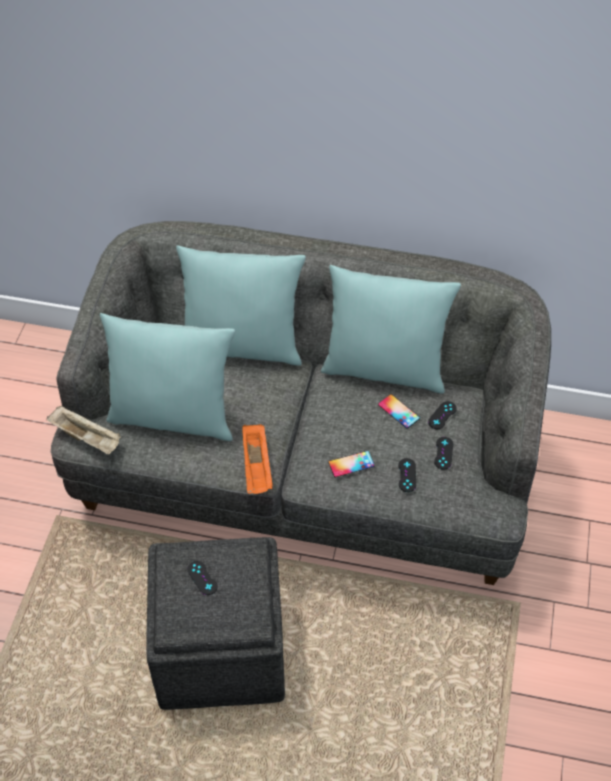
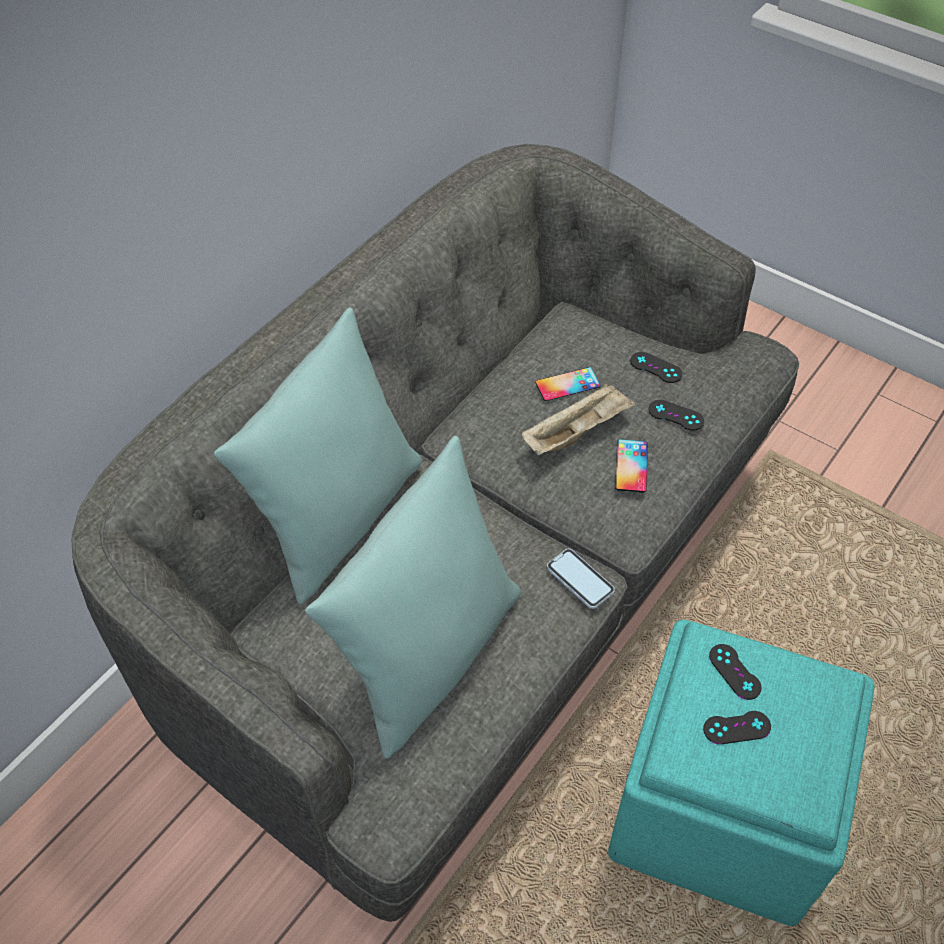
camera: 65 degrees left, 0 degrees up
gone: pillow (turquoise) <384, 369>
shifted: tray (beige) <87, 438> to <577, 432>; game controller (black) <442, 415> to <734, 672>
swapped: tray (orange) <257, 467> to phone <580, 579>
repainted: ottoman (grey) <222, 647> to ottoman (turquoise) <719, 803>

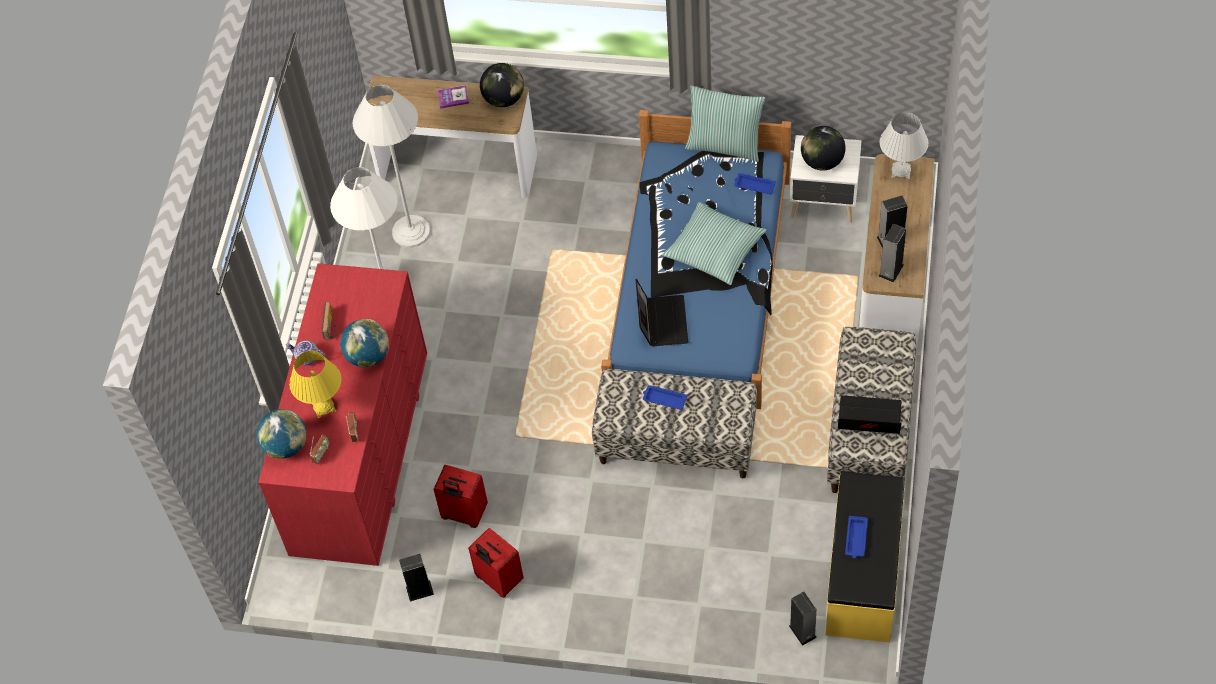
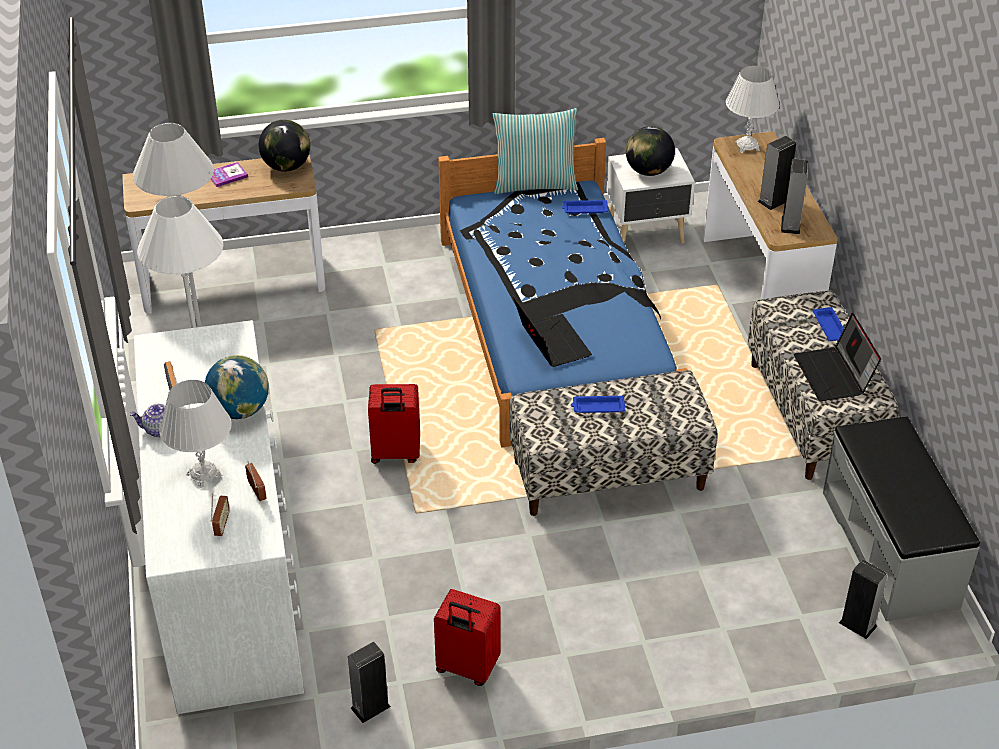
camera: 25 degrees left, 15 degrees down
gone: globe <286, 446>; pillow <714, 250>
shifted: suitcase (red) <464, 514> to <395, 454>; tray (blue) <856, 539> to <830, 328>
repainted: dresser (red) <360, 451> to dresser (white) <228, 574>; table lamp (yellow) <324, 407> to table lamp (white) <204, 475>; bench (yellow) <864, 574> to bench (grey) <890, 548>
rotated: laptop <868, 420> = <834, 375> 90 degrees counterclockwise

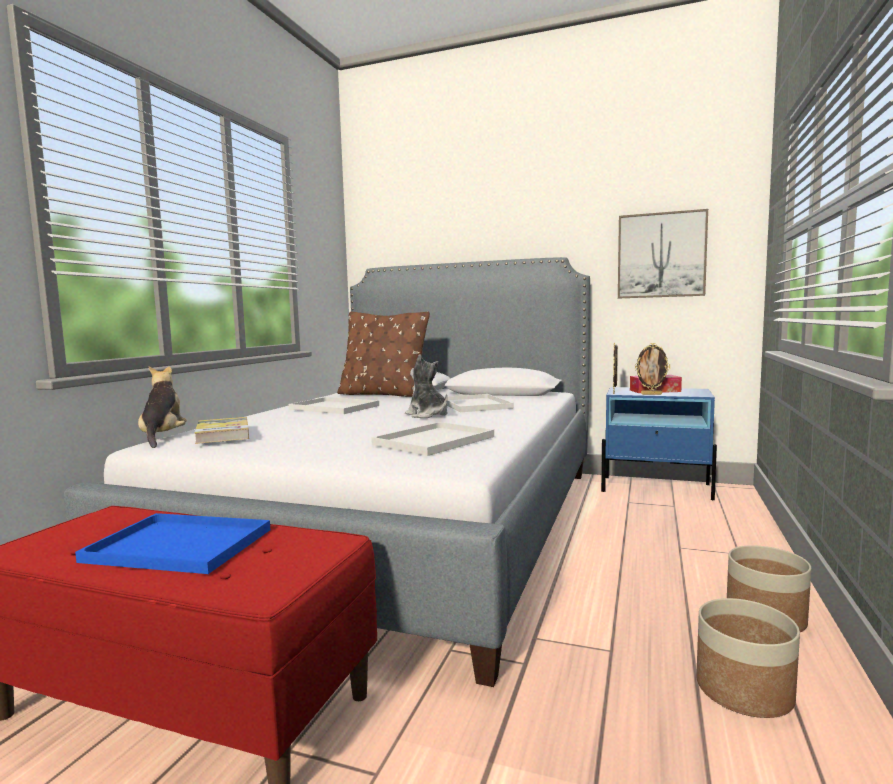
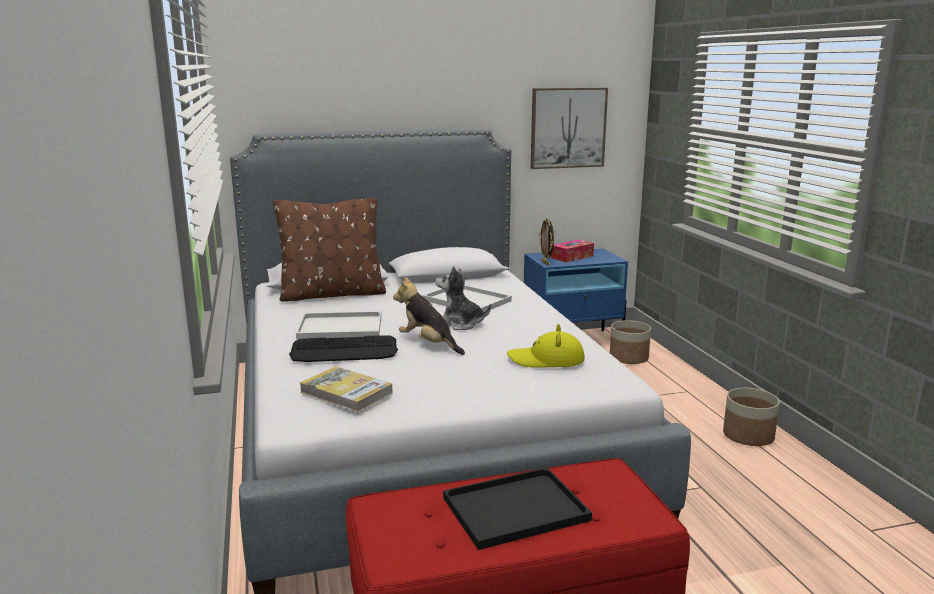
camera: 35 degrees left, 10 degrees up
gone: picture frame <651, 394>
new: keyboard <344, 351>
shifted: plush toy <163, 437> to <428, 344>; planter <743, 690> to <628, 357>
swapped: tray (white) <433, 441> to hat (yellow) <546, 360>
repainted: tray (blue) <175, 545> to tray (black) <513, 510>

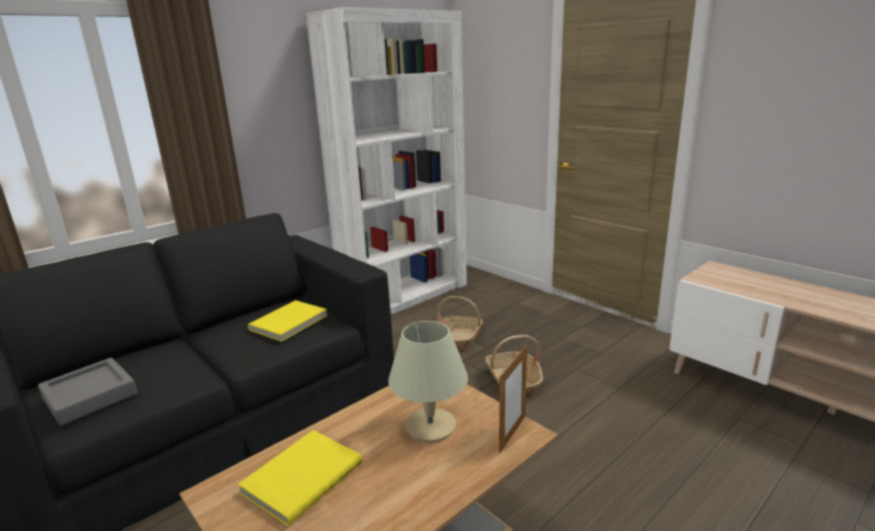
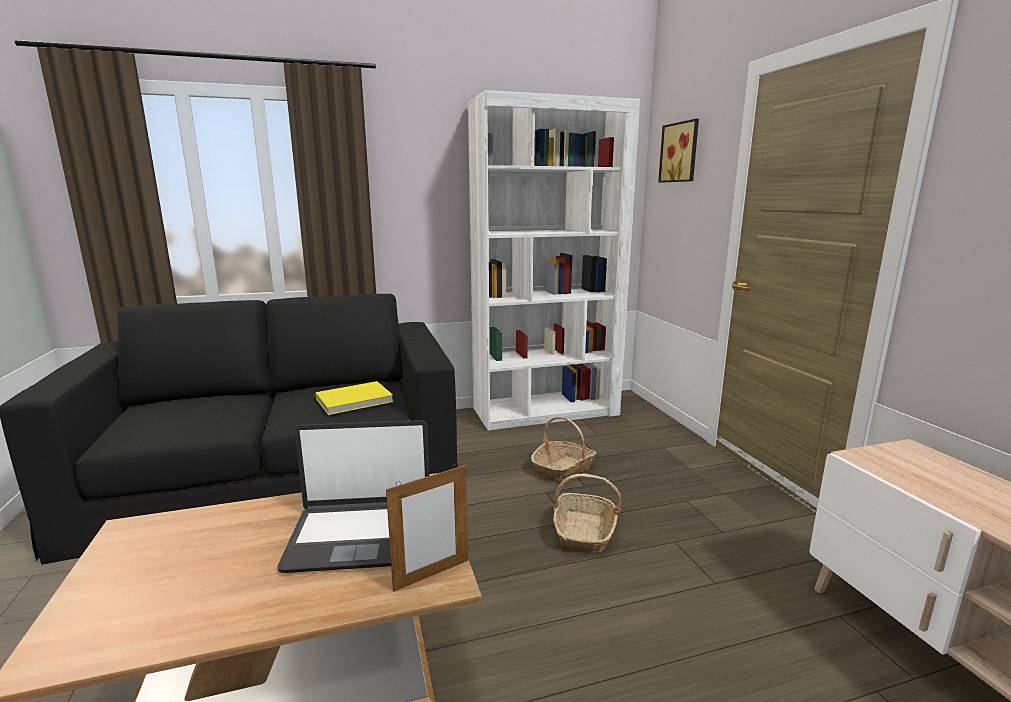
camera: 25 degrees right, 5 degrees down
gone: tray (grey) <90, 396>; book (yellow) <301, 477>
new: picture <681, 152>
swapped: table lamp (beige) <431, 426> to laptop <362, 535>

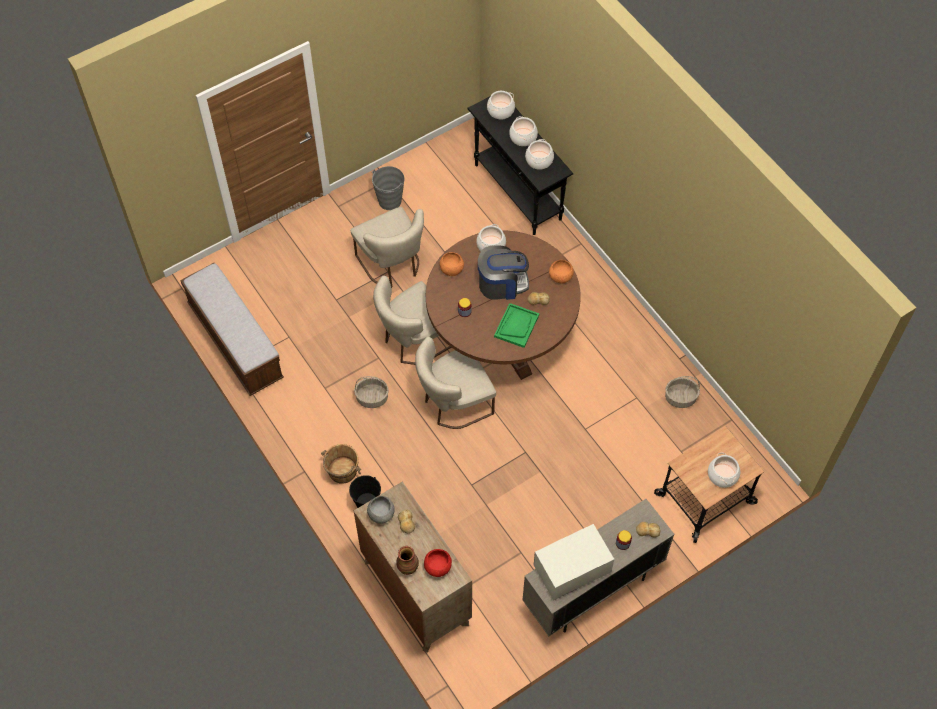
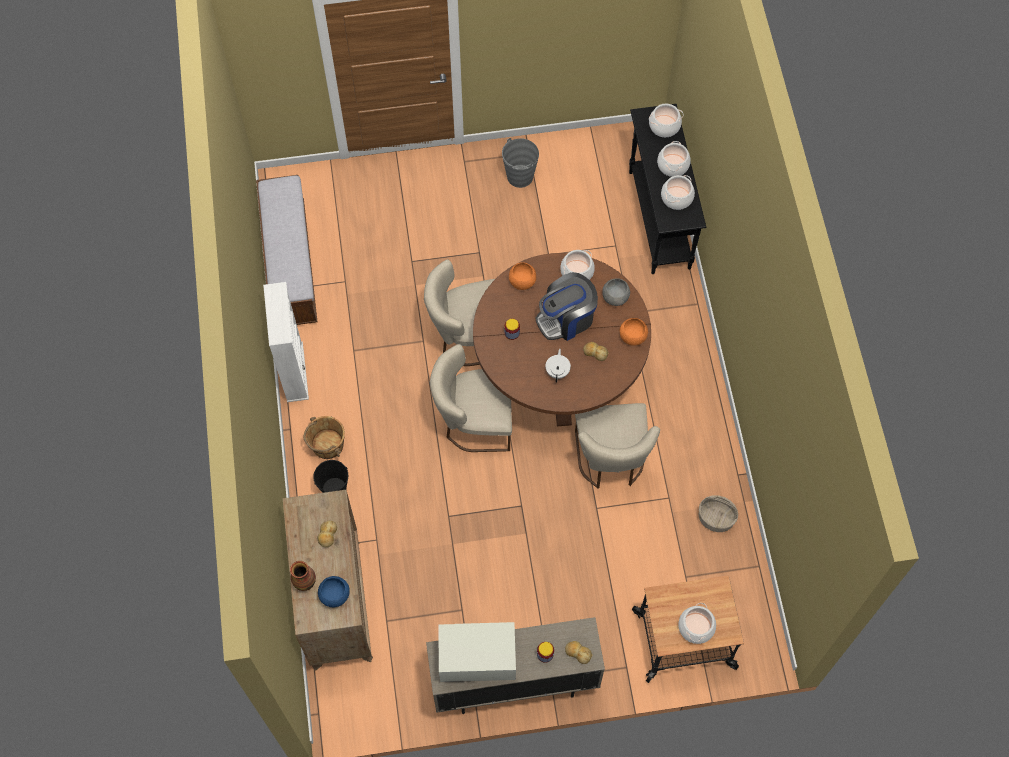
camera: 25 degrees right, 5 degrees up
gone: basket <372, 398>
new: bookcase (white) <294, 372>
shifted: chair (beige) <392, 265> to <611, 461>; bowl (grey) <381, 514> to <615, 297>
swapped: tray (green) <516, 326> to teapot (white) <557, 371>
repainted: bowl (red) <437, 567> to bowl (blue) <334, 595>
rotated: coffee machine <502, 284> = <566, 319> 135 degrees clockwise

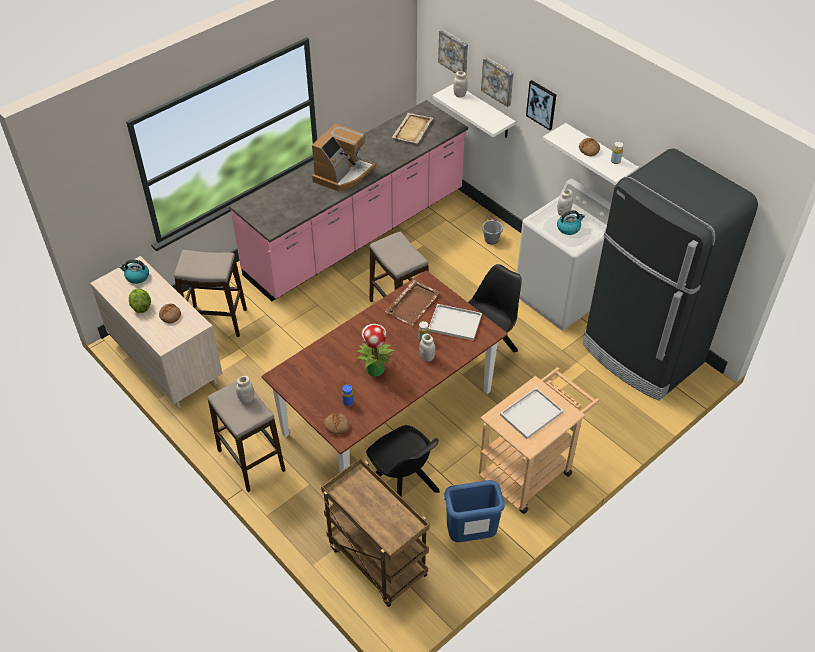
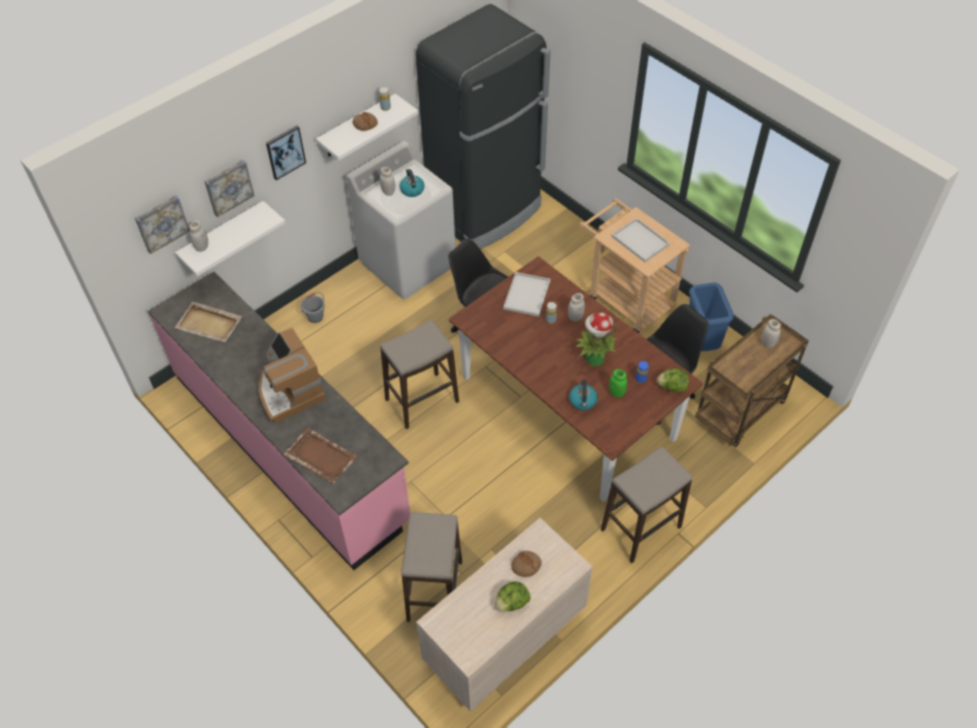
camera: 90 degrees left, 5 degrees up
new: jar (green) <616, 392>
shifted: kettle <137, 277> to <583, 401>; jar (white) <246, 399> to <768, 343>; tray (brown) <413, 303> to <320, 456>
swapped: bread <336, 426> to lettuce <672, 387>
rotated: coffee machine <343, 174> = <289, 391> 150 degrees counterclockwise

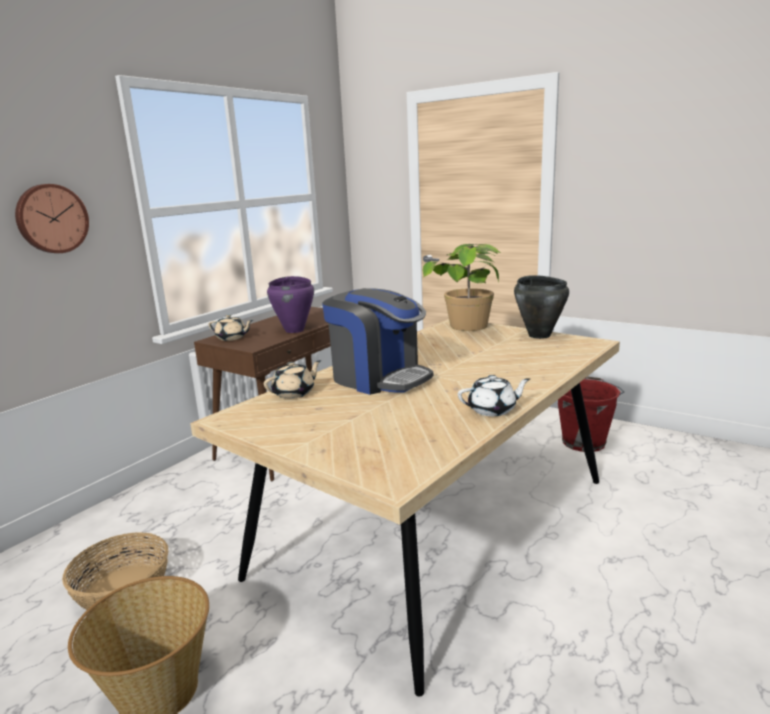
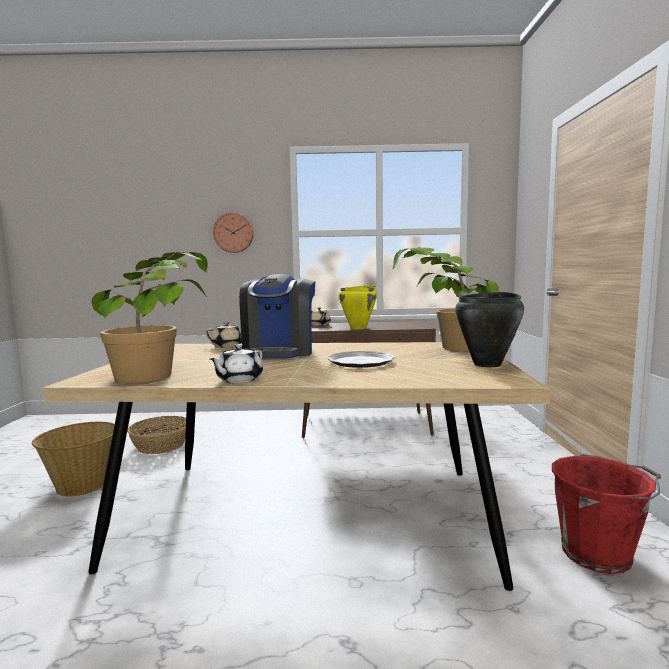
camera: 55 degrees right, 10 degrees down
new: potted plant <164, 370>; plate <360, 362>
repainted: cooking pot (purple) <295, 330> to cooking pot (yellow) <358, 328>
rotated: teapot (white) <493, 410> = <238, 380> 75 degrees clockwise

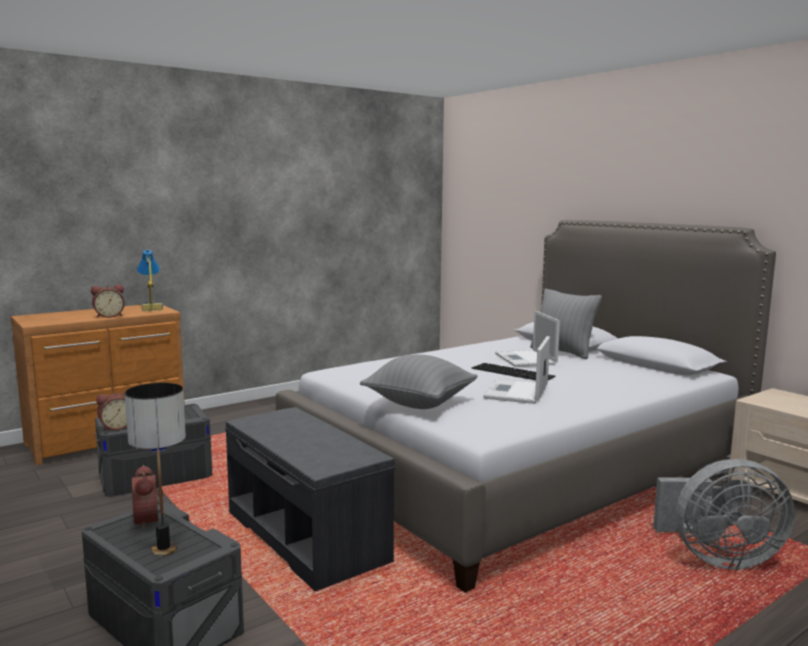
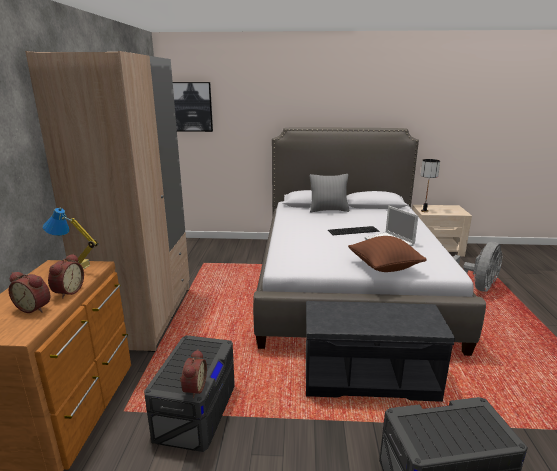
camera: 50 degrees left, 10 degrees up
gone: laptop <526, 359>
new: wardrobe (beige) <144, 315>; picture <192, 107>
shifted: table lamp <164, 549> to <424, 211>; alarm clock <150, 520> to <35, 307>
repainted: pillow (grey) <419, 403> to pillow (brown) <384, 267>

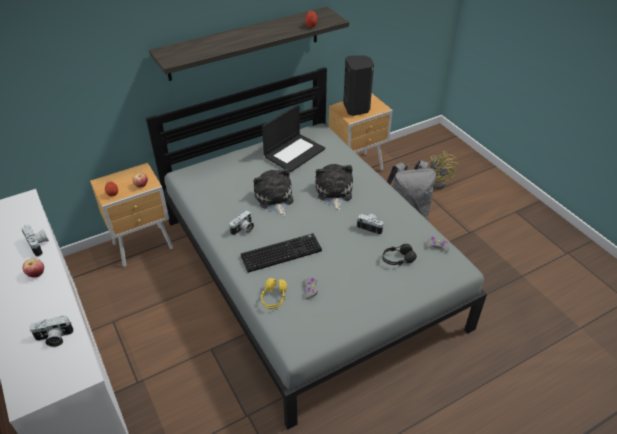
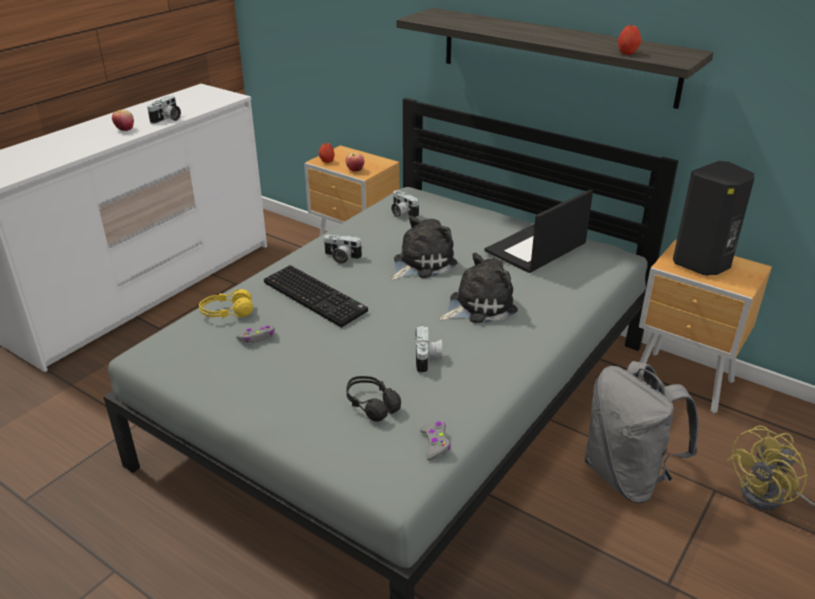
camera: 65 degrees right, 10 degrees down
shifted: photo camera <54, 338> to <402, 213>
rotated: laptop <294, 152> = <535, 249> 120 degrees clockwise

